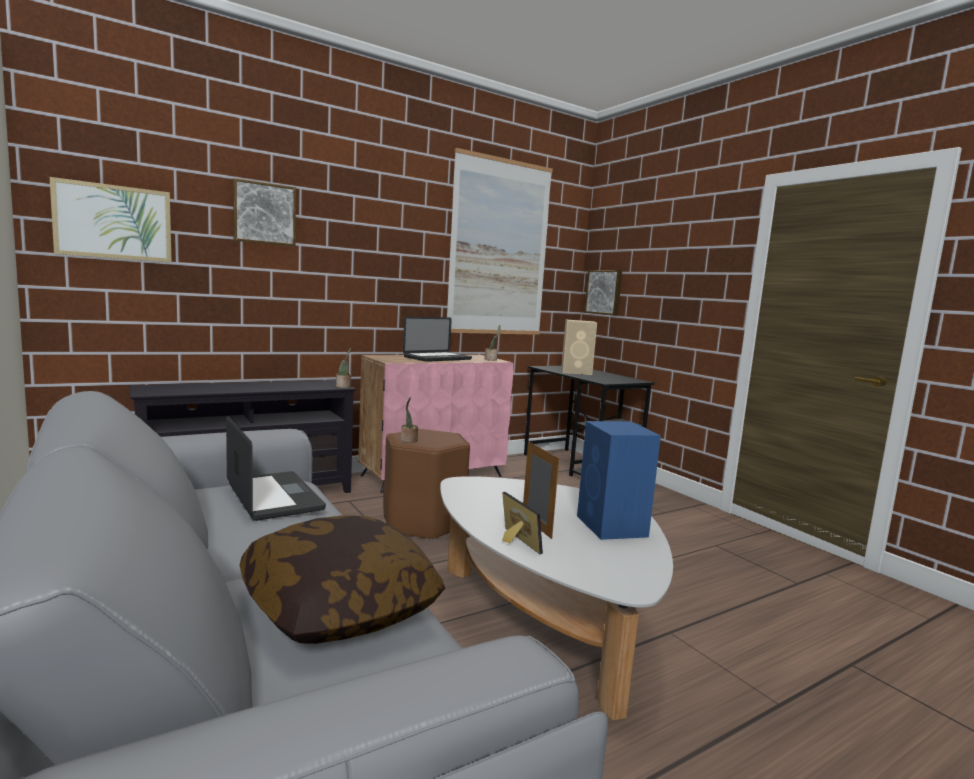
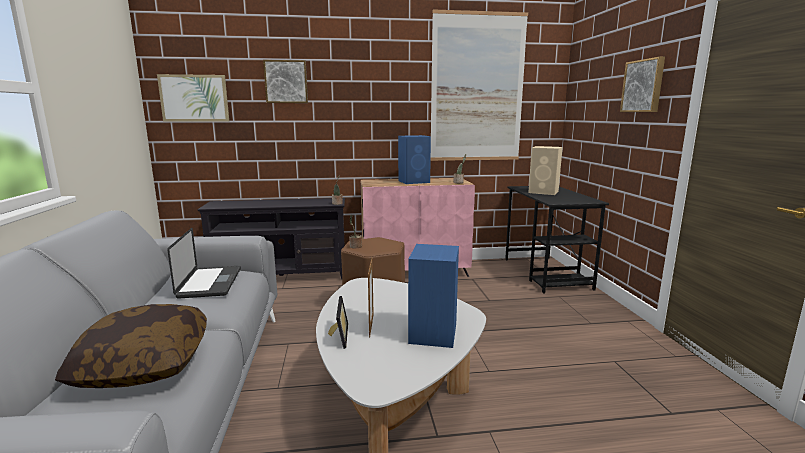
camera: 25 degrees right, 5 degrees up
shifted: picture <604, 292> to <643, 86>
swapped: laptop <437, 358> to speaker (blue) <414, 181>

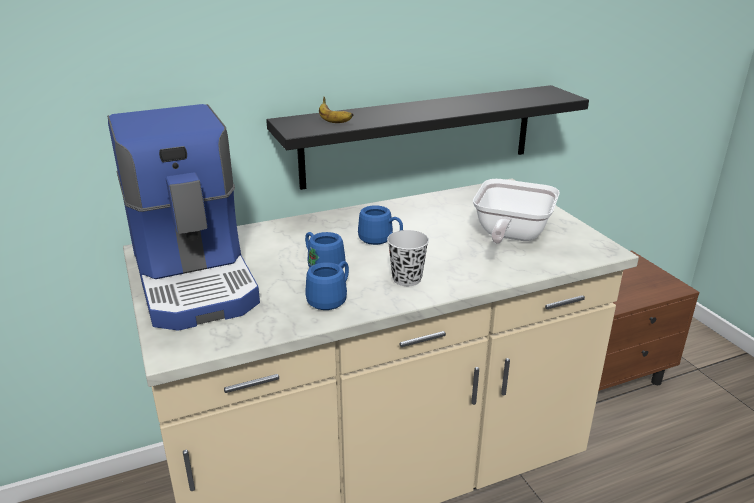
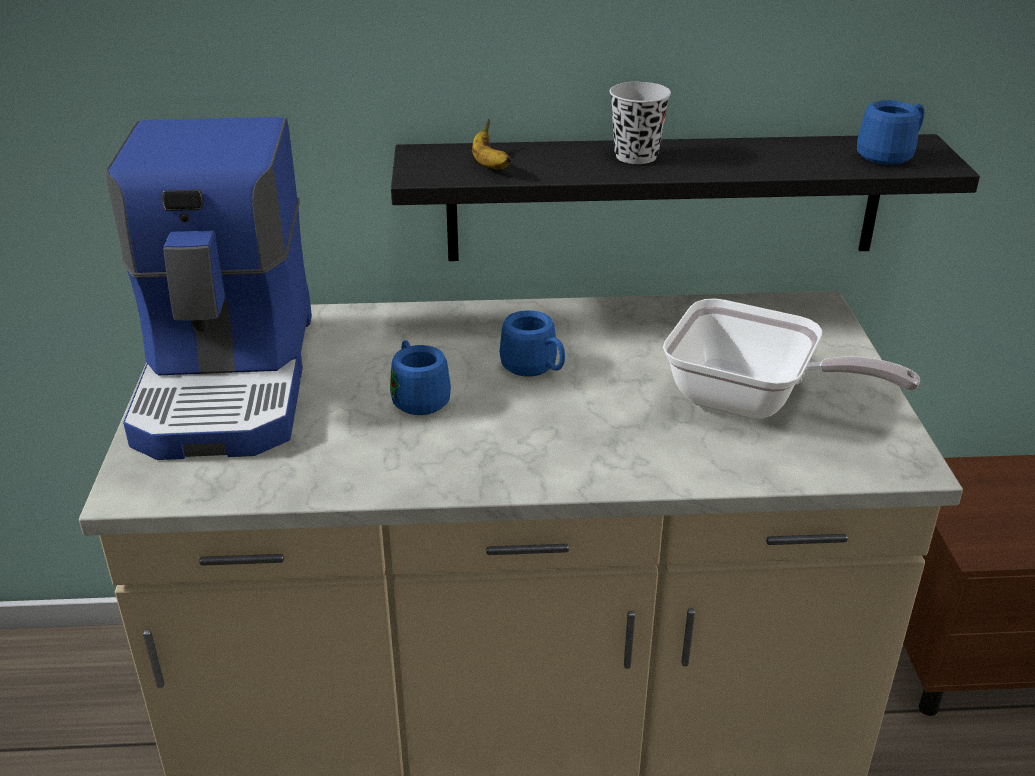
camera: 20 degrees right, 5 degrees up
shifted: mug (blue) <331, 298> to <890, 155>; cup (black) <407, 279> to <636, 156>
rotated: frying pan <509, 236> = <753, 402> 105 degrees counterclockwise

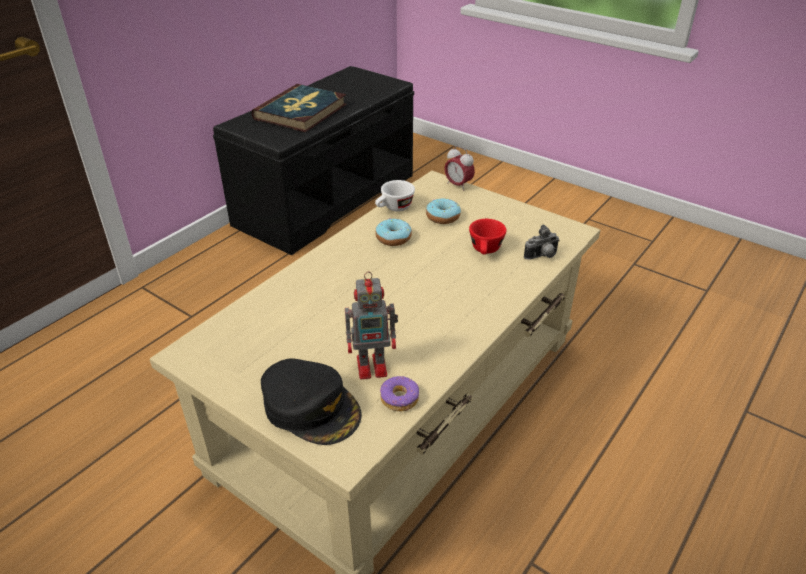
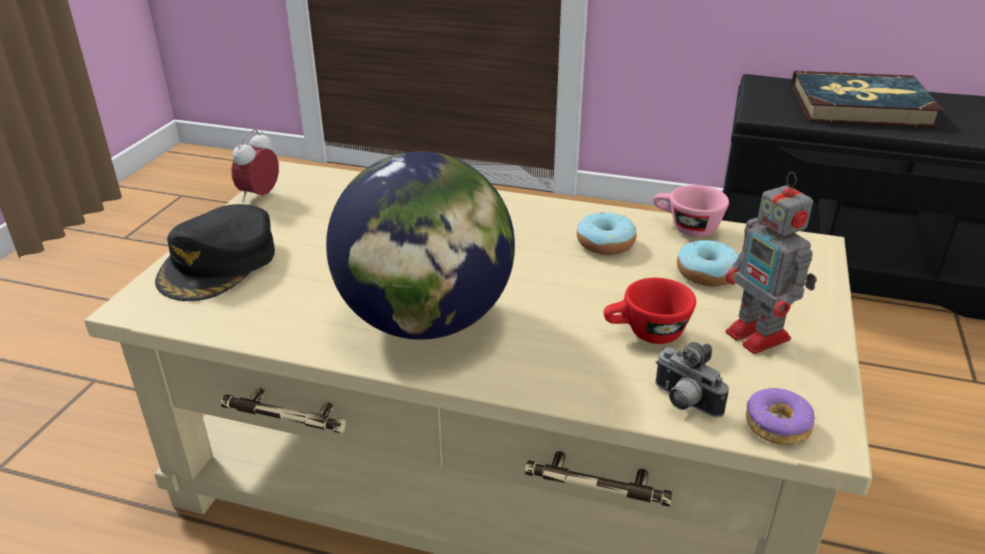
camera: 70 degrees right, 5 degrees down
new: globe <425, 322>
shifted: toy robot <373, 366> to <760, 337>; donut <400, 398> to <778, 426>; alarm clock <458, 185> to <260, 196>
repainted: cup (white) <394, 208> to cup (pink) <686, 228>

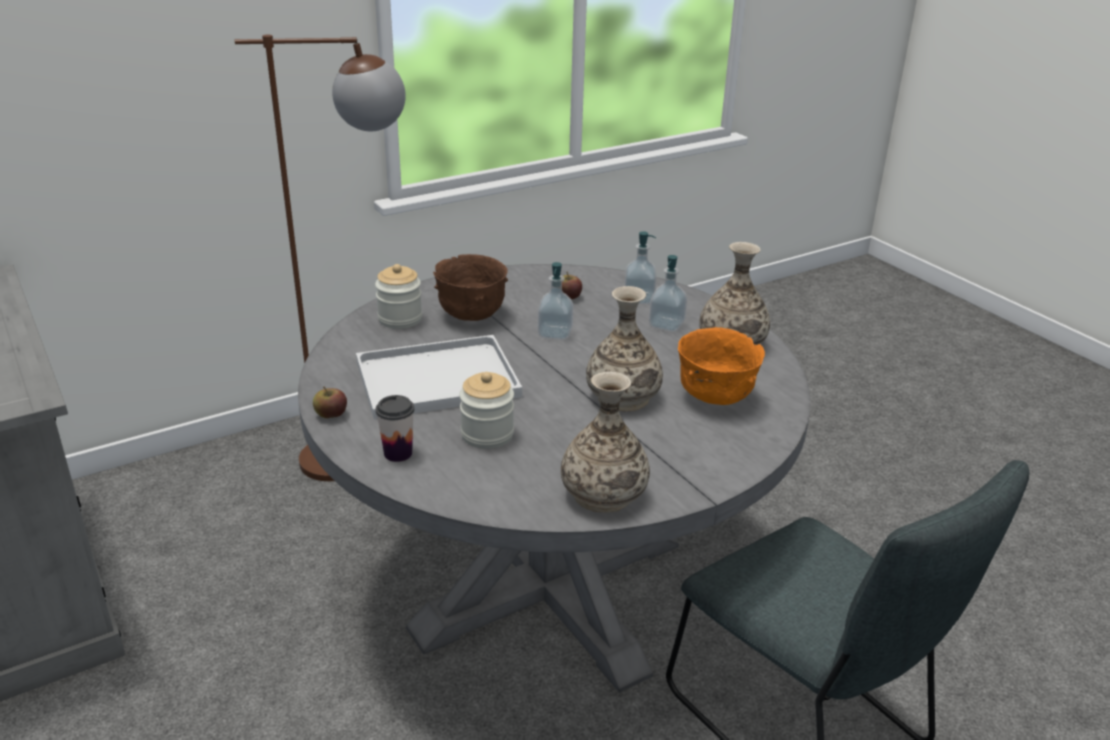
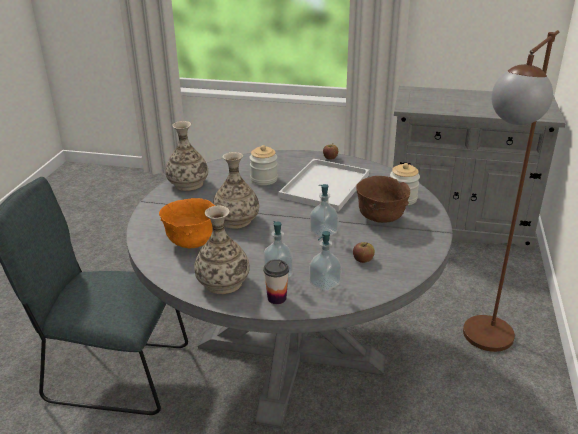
camera: 135 degrees right, 0 degrees up
shifted: cup <398, 453> to <277, 298>

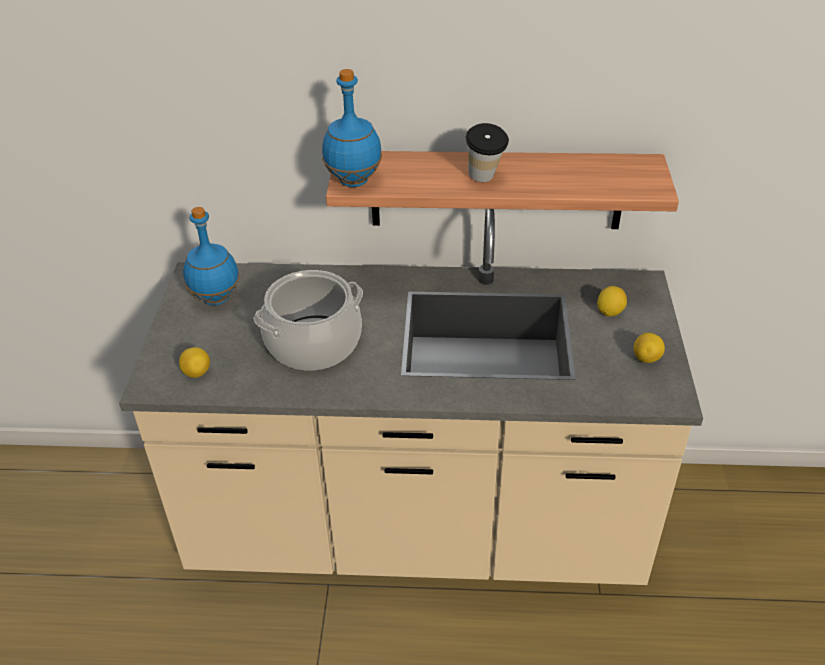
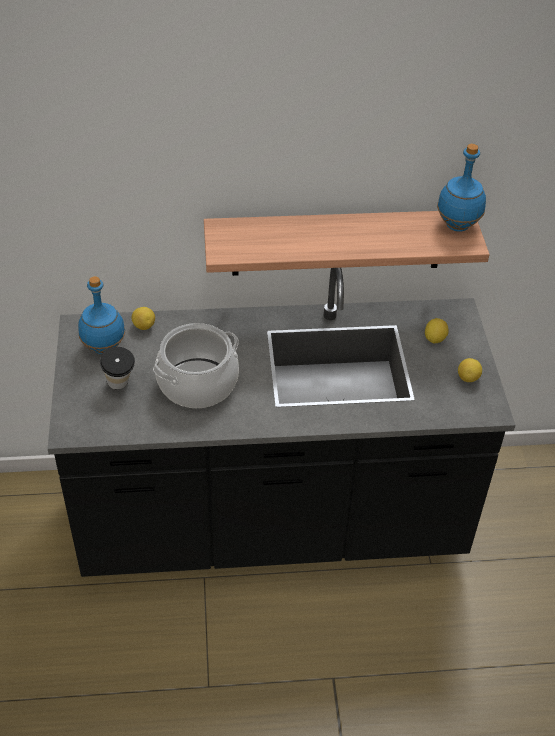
camera: 10 degrees left, 5 degrees up
shifted: lemon <197, 373> to <144, 326>; bottle (blue) <353, 181> to <456, 225>; cup <484, 180> to <120, 387>
repainted: counter (beige) <416, 530> to counter (black) <272, 525>

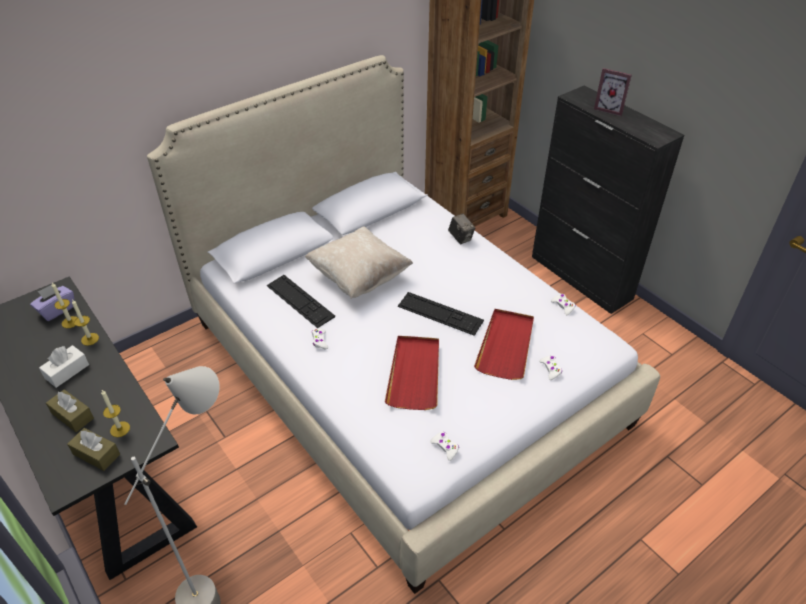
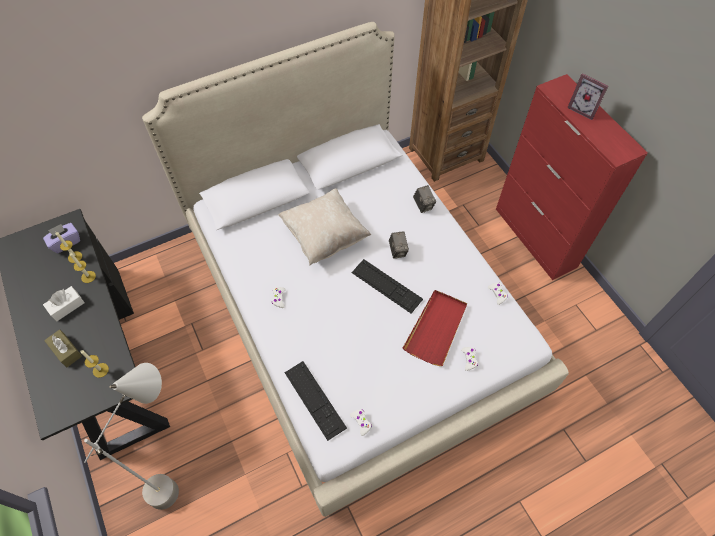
camera: 10 degrees right, 15 degrees up
gone: tissue box (brown) <96, 454>; tray (red) <414, 374>
new: photo camera <398, 251>
shifted: keyboard <300, 301> to <315, 399>
repainted: cabinet (black) <581, 278> to cabinet (red) <535, 238>

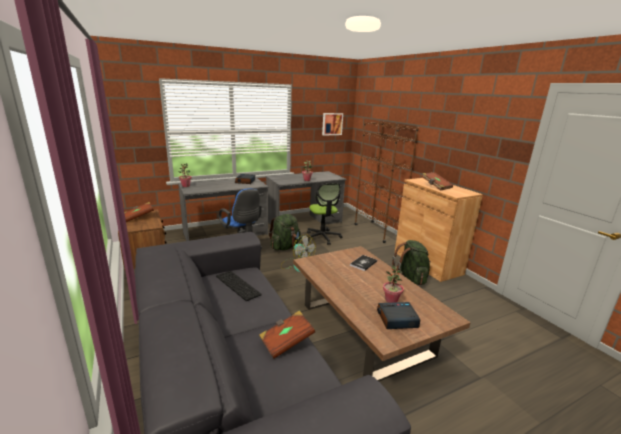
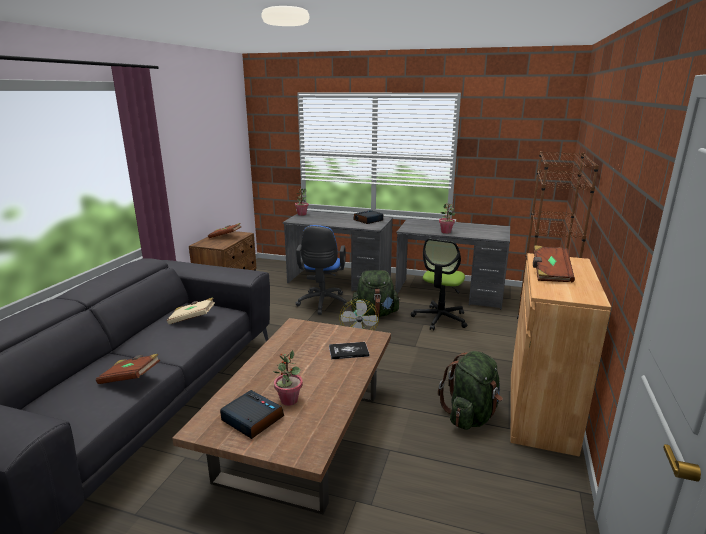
camera: 45 degrees right, 0 degrees up
gone: picture <332, 124>
swapped: keyboard <236, 285> to book (beige) <192, 319>

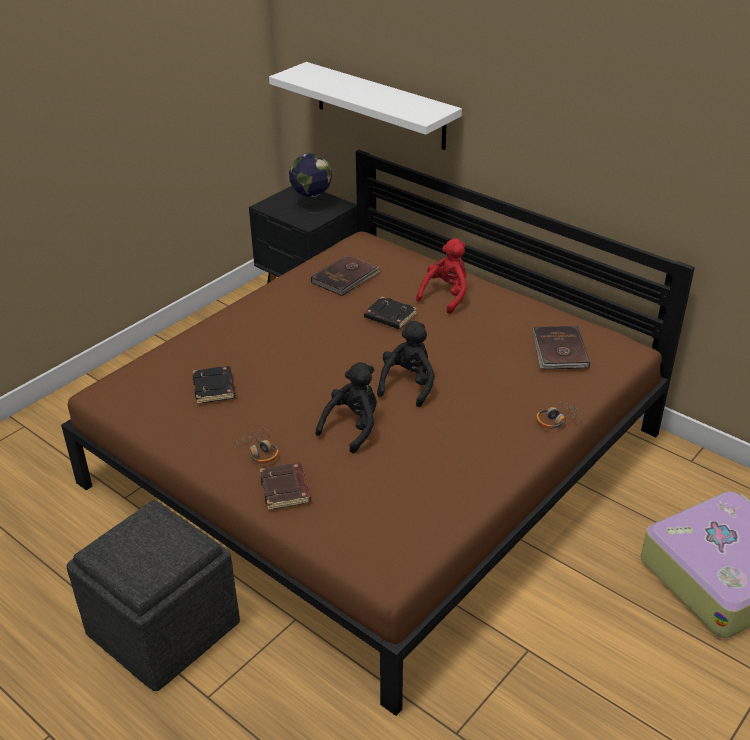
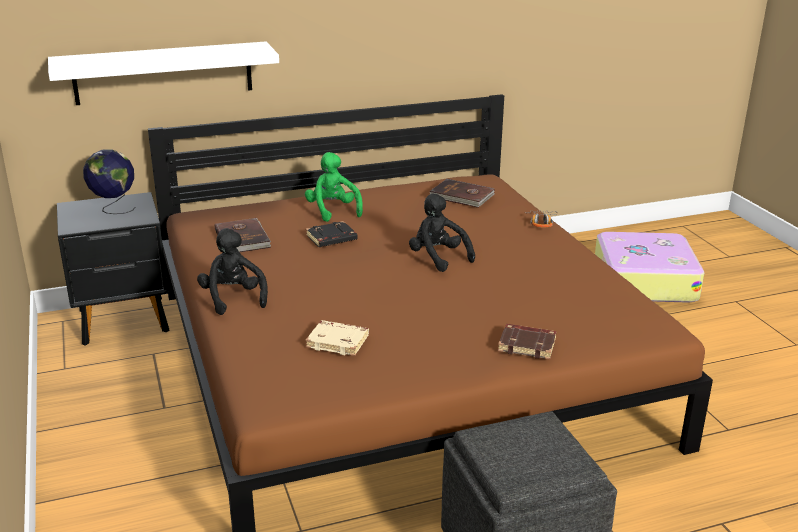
camera: 60 degrees left, 10 degrees down
gone: headphones <259, 451>
shifted: plush toy (black) <353, 427> to <233, 298>
repainted: book (black) <215, 388> to book (beige) <338, 341>; plush toy (red) <446, 296> to plush toy (green) <333, 211>

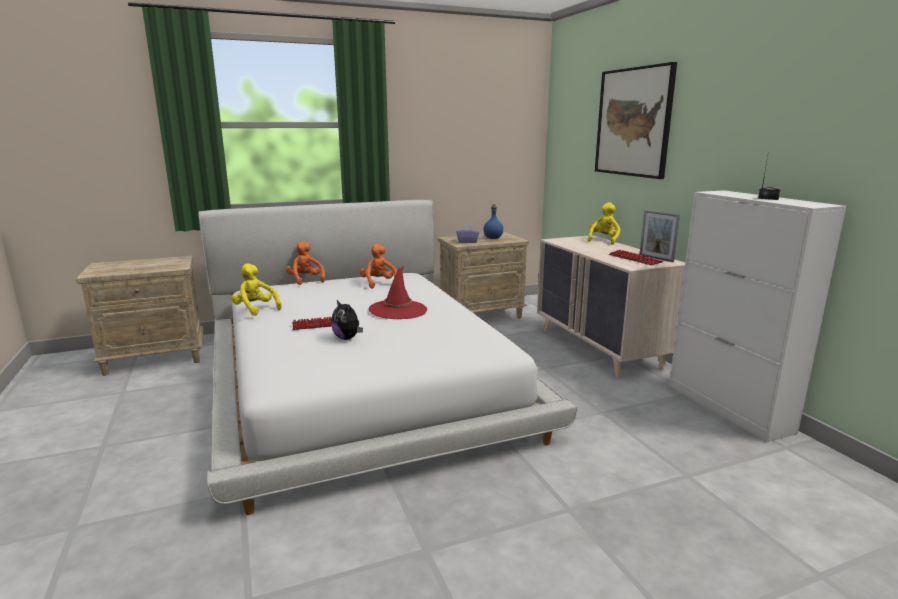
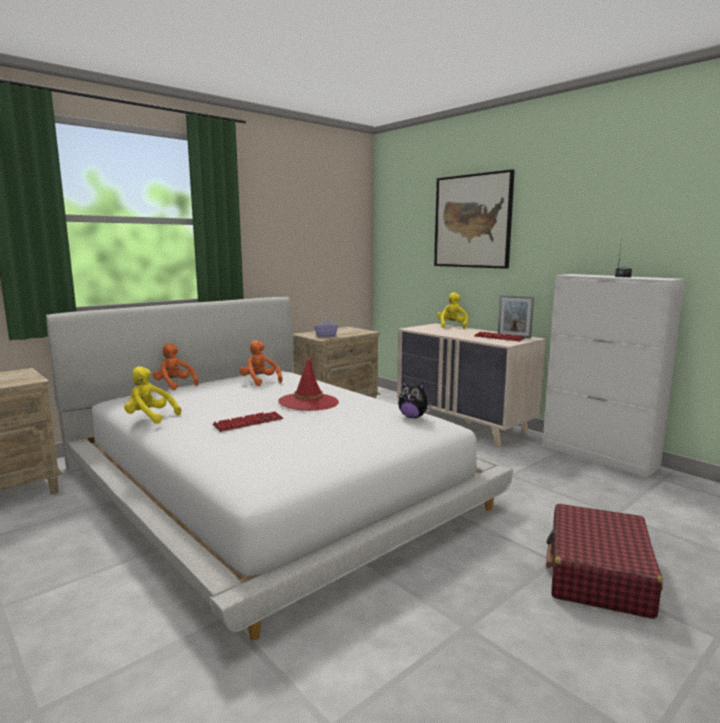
camera: 20 degrees left, 5 degrees down
gone: bottle (blue) <493, 238>
new: suitcase (red) <598, 574>
shifted: plush toy <347, 338> to <413, 417>

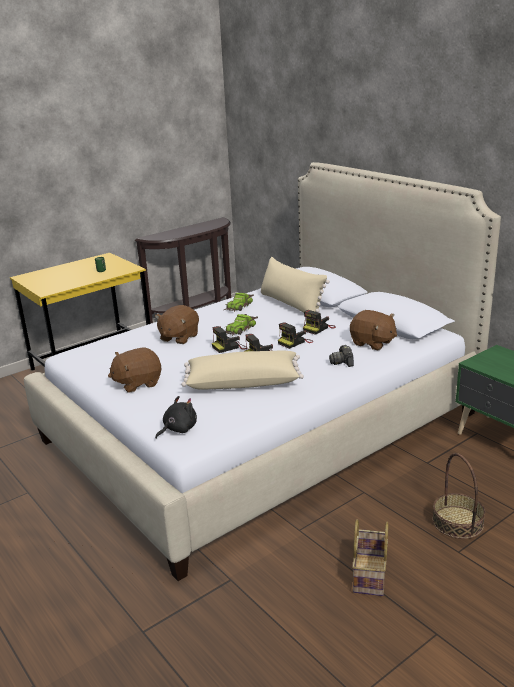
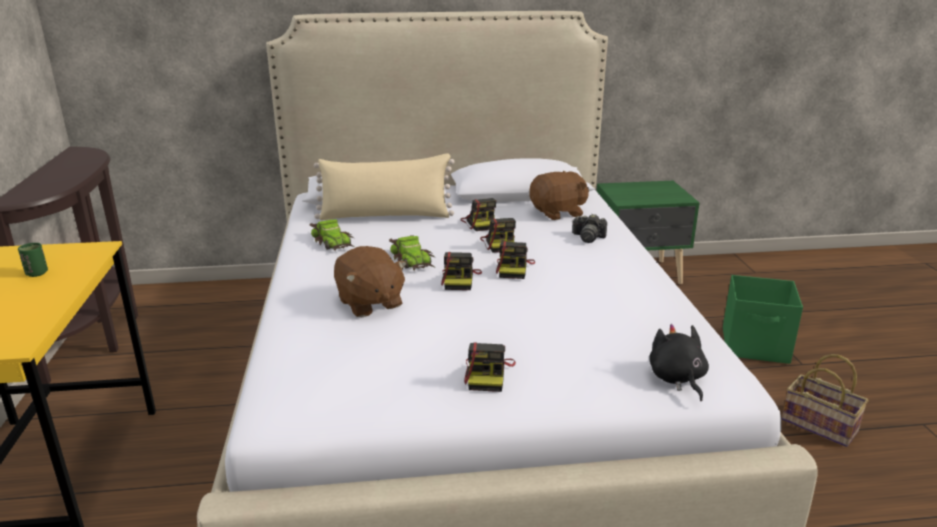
camera: 60 degrees left, 0 degrees up
gone: pillow (beige) <243, 382>
swapped: plush toy (brown) <137, 383> to photo camera <488, 374>; basket <458, 522> to storage box (green) <756, 346>

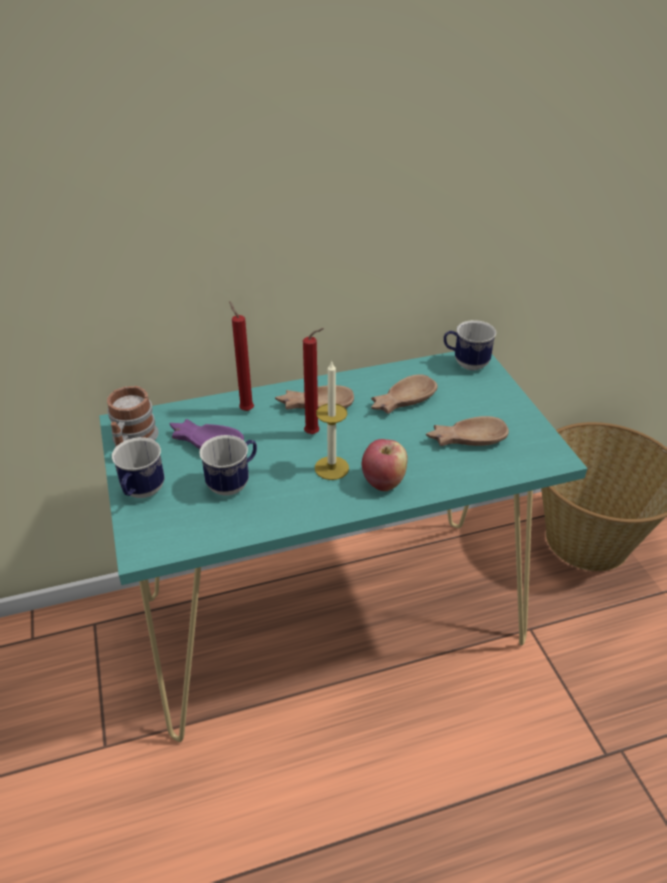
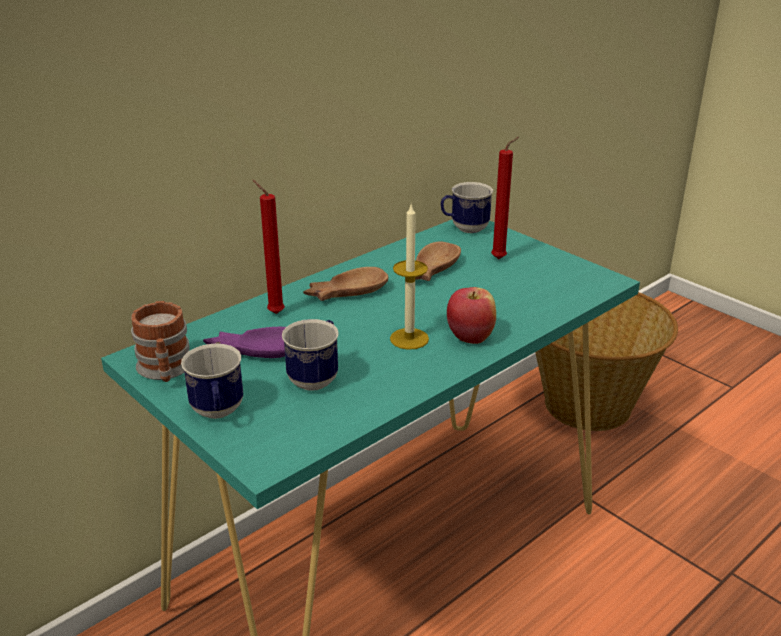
camera: 25 degrees left, 10 degrees down
gone: bowl (brown) <465, 438>
shifted: candle (red) <314, 434> to <501, 258>

